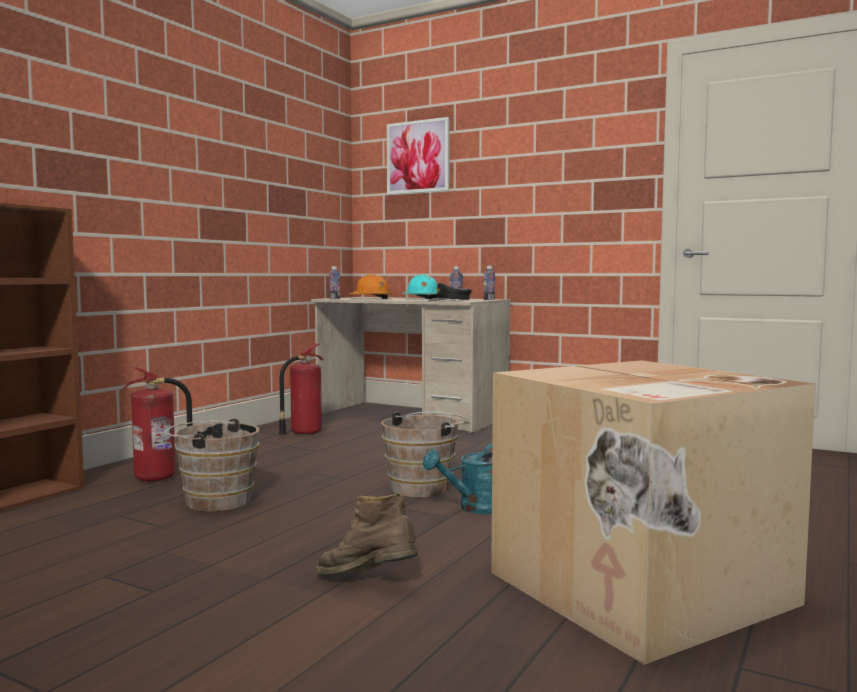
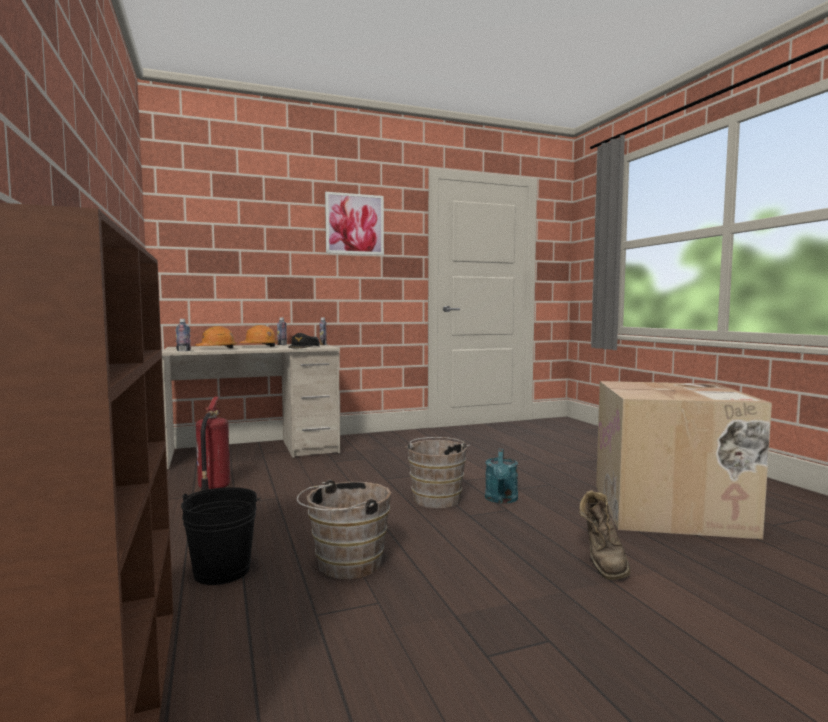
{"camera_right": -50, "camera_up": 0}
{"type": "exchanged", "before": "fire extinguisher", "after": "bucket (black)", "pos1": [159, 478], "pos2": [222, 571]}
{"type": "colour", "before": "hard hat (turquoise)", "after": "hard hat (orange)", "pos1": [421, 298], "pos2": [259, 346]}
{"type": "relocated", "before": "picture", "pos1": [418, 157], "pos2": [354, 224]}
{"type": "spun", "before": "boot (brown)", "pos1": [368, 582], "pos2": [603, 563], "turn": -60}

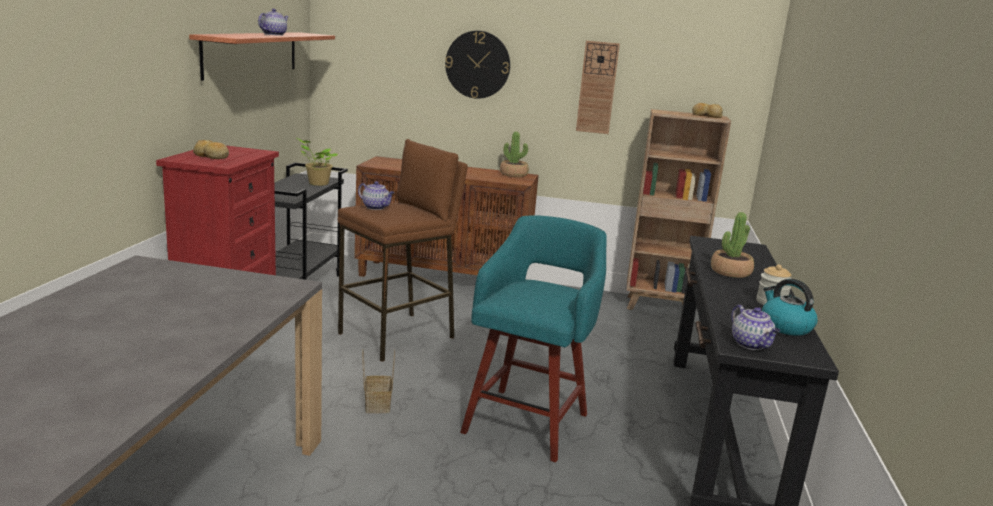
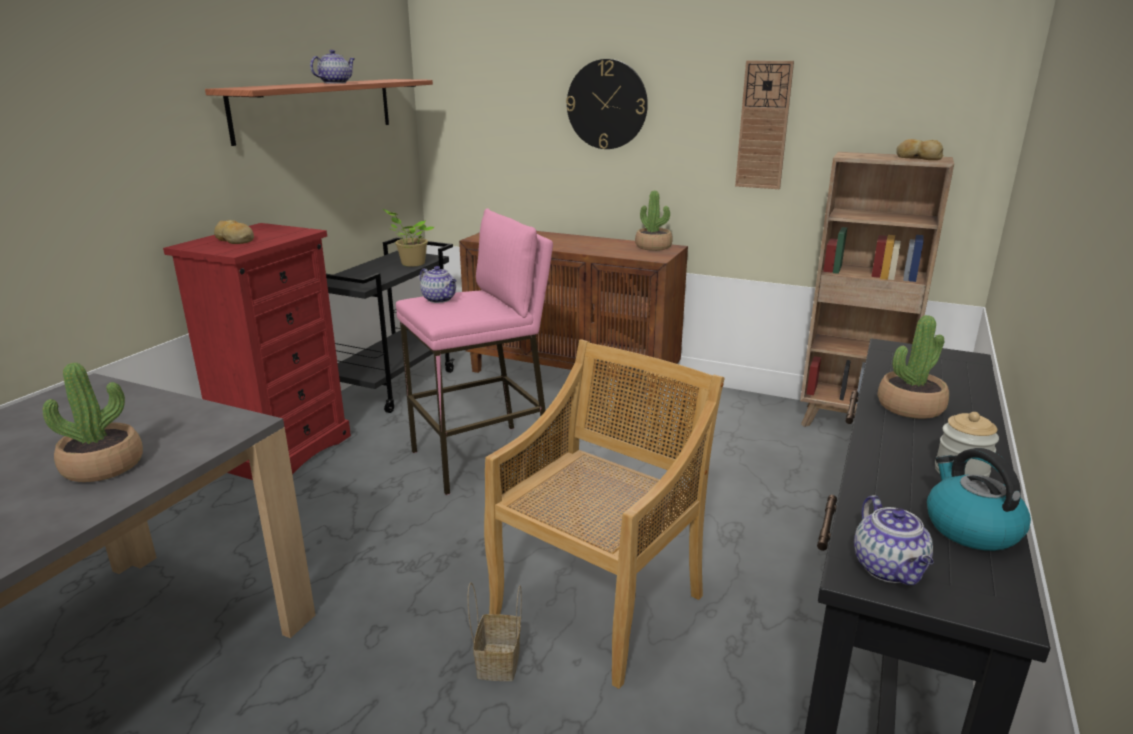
{"camera_right": 15, "camera_up": 5}
{"type": "appeared", "after": "potted plant", "pos2": [103, 466]}
{"type": "colour", "before": "stool (brown)", "after": "stool (pink)", "pos1": [398, 336], "pos2": [482, 458]}
{"type": "relocated", "before": "basket", "pos1": [377, 404], "pos2": [498, 660]}
{"type": "exchanged", "before": "stool (turquoise)", "after": "chair (beige)", "pos1": [528, 421], "pos2": [599, 603]}

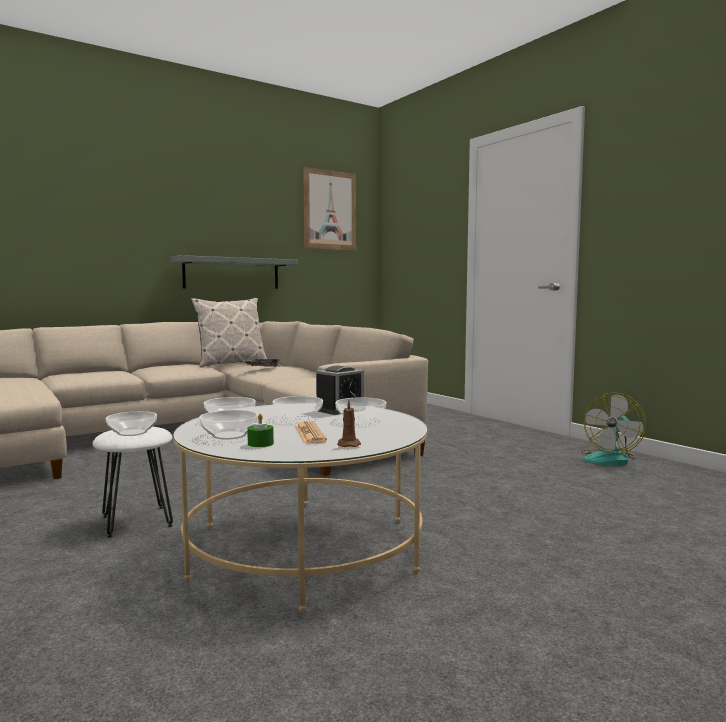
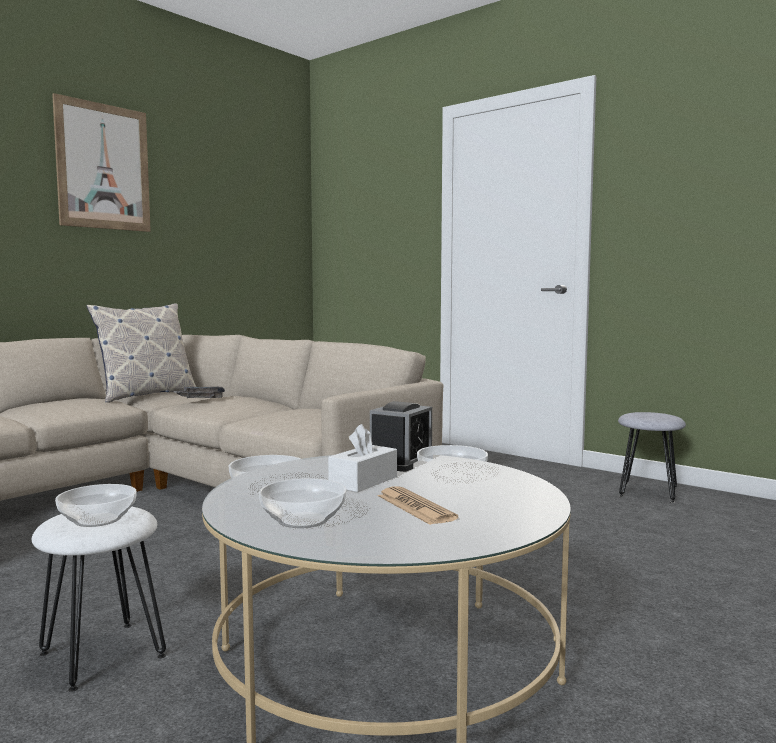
{"camera_right": -15, "camera_up": 0}
{"type": "relocated", "before": "picture", "pos1": [330, 210], "pos2": [103, 167]}
{"type": "exchanged", "before": "bowl", "after": "tissue box (white)", "pos1": [297, 418], "pos2": [363, 481]}
{"type": "exchanged", "before": "fan", "after": "stool (grey)", "pos1": [610, 459], "pos2": [648, 492]}
{"type": "missing", "before": "shelf (grey)", "pos1": [232, 273]}
{"type": "missing", "before": "candle (green)", "pos1": [260, 443]}
{"type": "missing", "before": "candle (brown)", "pos1": [348, 444]}

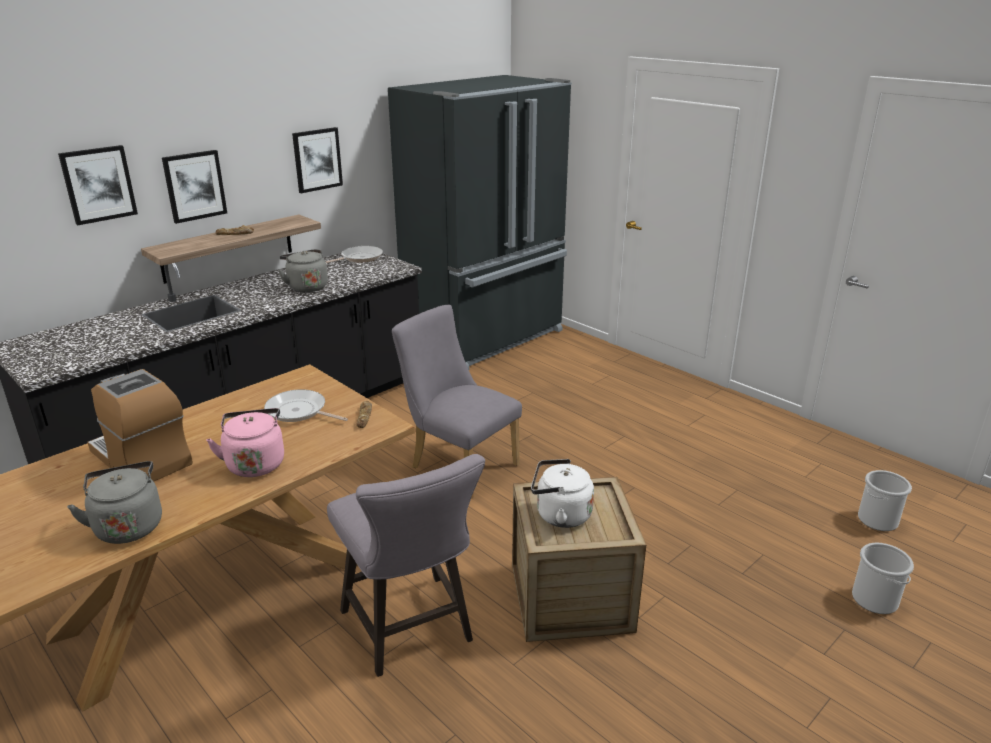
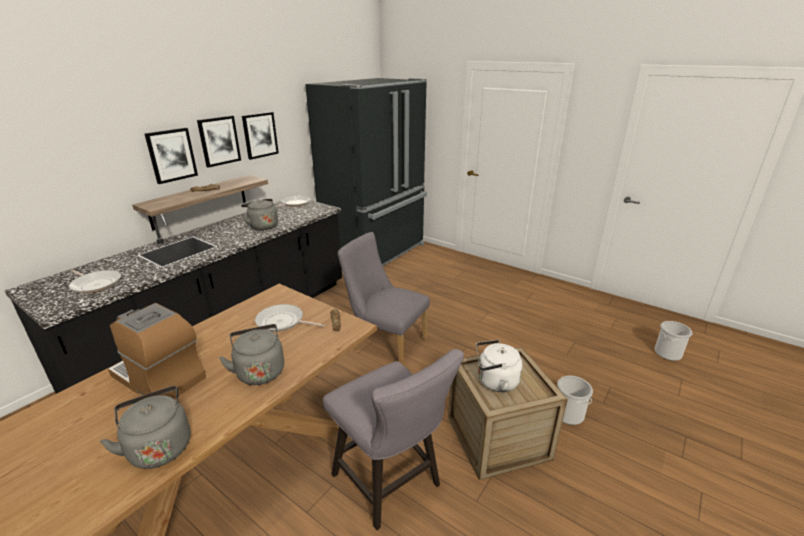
{"camera_right": -10, "camera_up": 0}
{"type": "appeared", "after": "frying pan", "pos2": [95, 284]}
{"type": "relocated", "before": "picture", "pos1": [98, 184], "pos2": [219, 141]}
{"type": "colour", "before": "kettle (pink)", "after": "kettle (grey)", "pos1": [255, 463], "pos2": [260, 371]}
{"type": "relocated", "before": "bucket", "pos1": [874, 599], "pos2": [568, 414]}

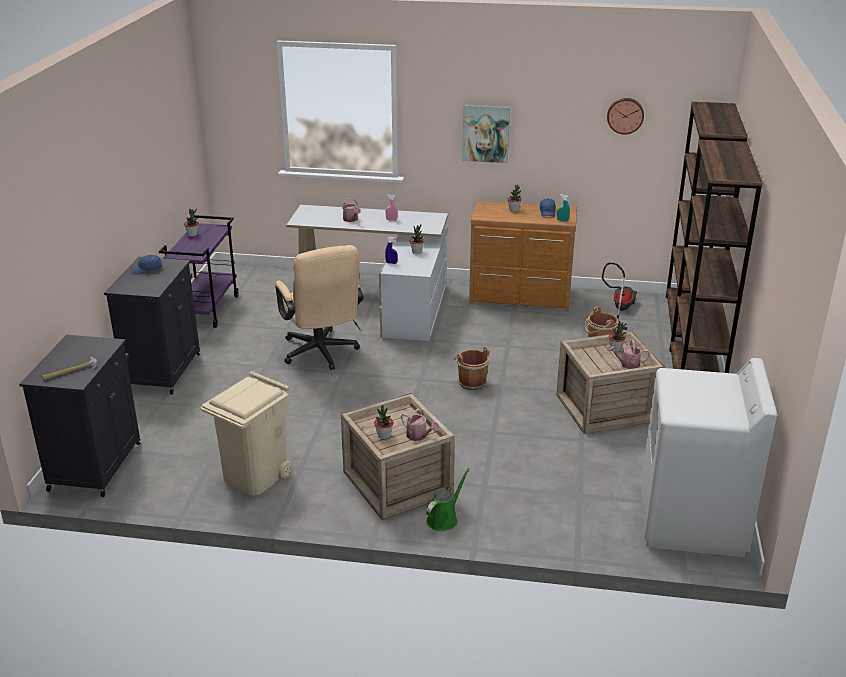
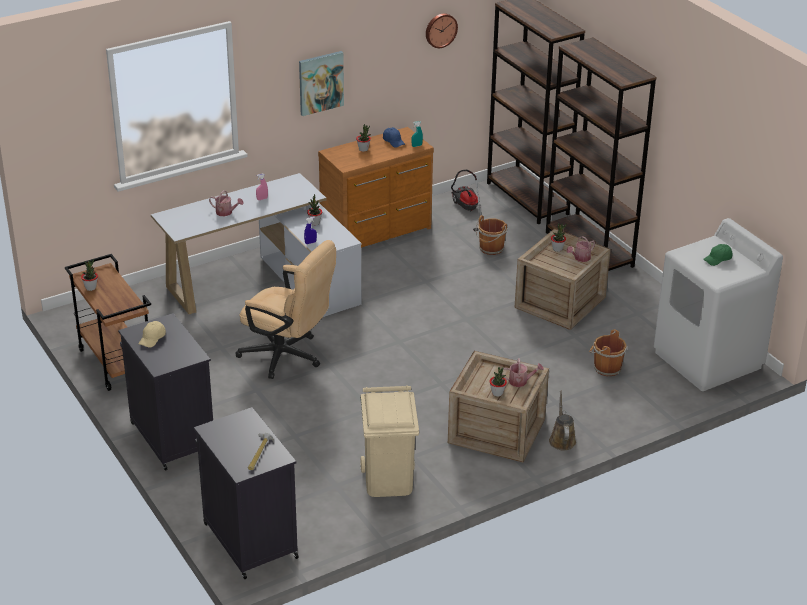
{"camera_right": -40, "camera_up": 5}
{"type": "colour", "before": "cart (purple)", "after": "cart (brown)", "pos1": [206, 309], "pos2": [115, 362]}
{"type": "colour", "before": "cap (blue)", "after": "cap (beige)", "pos1": [147, 270], "pos2": [152, 339]}
{"type": "colour", "before": "watering can (green)", "after": "watering can (brown)", "pos1": [444, 519], "pos2": [562, 439]}
{"type": "relocated", "before": "bucket (brown)", "pos1": [471, 382], "pos2": [606, 368]}
{"type": "appeared", "after": "cap (green)", "pos2": [718, 259]}

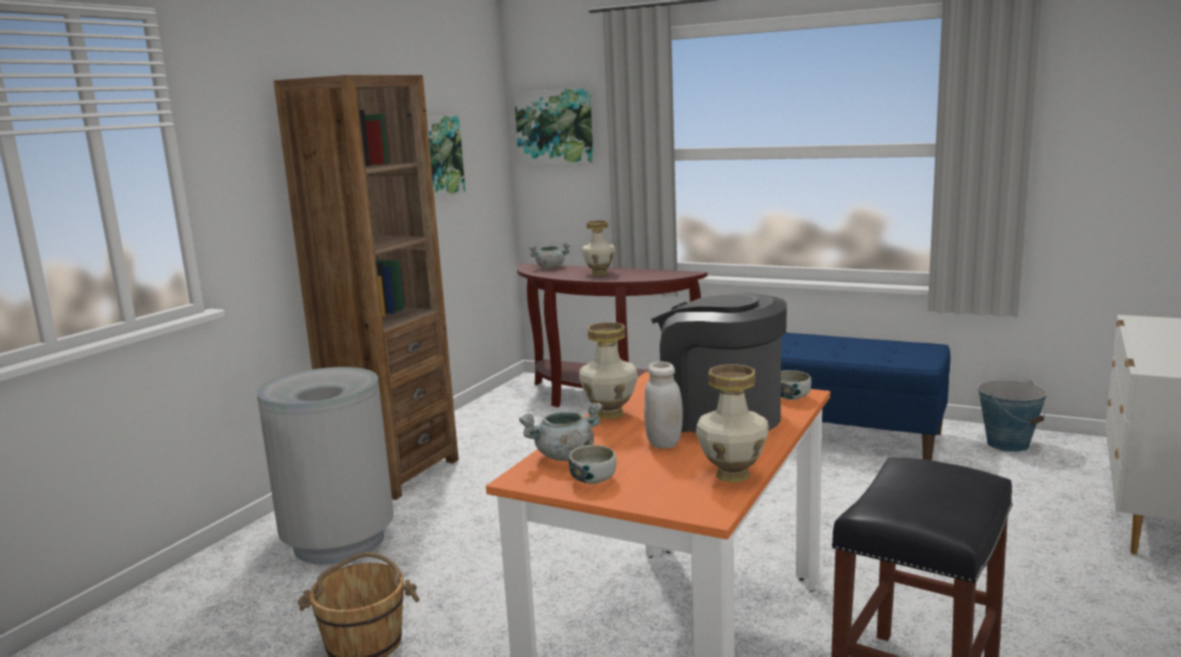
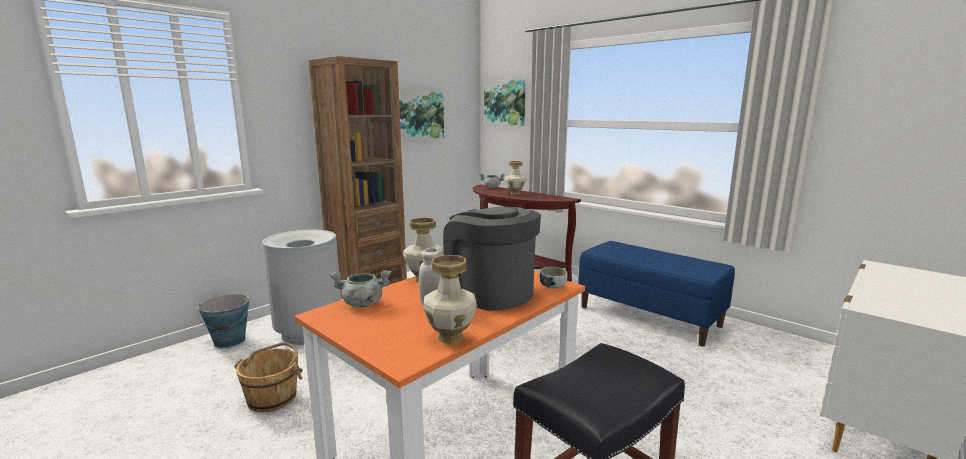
{"camera_right": 15, "camera_up": 0}
{"type": "relocated", "before": "bucket", "pos1": [1008, 444], "pos2": [230, 341]}
{"type": "missing", "before": "bowl", "pos1": [593, 479]}

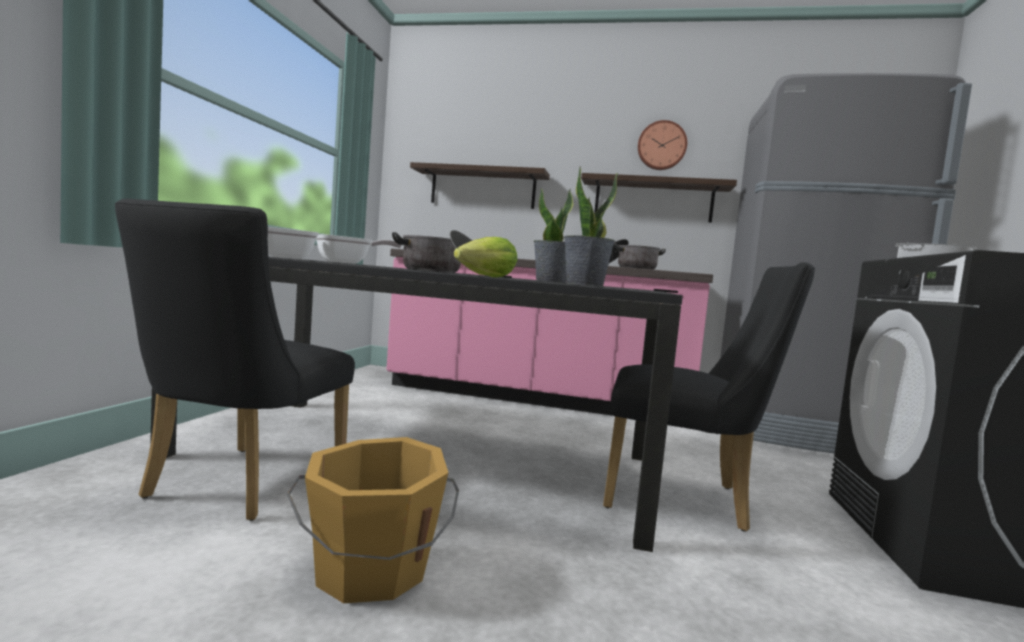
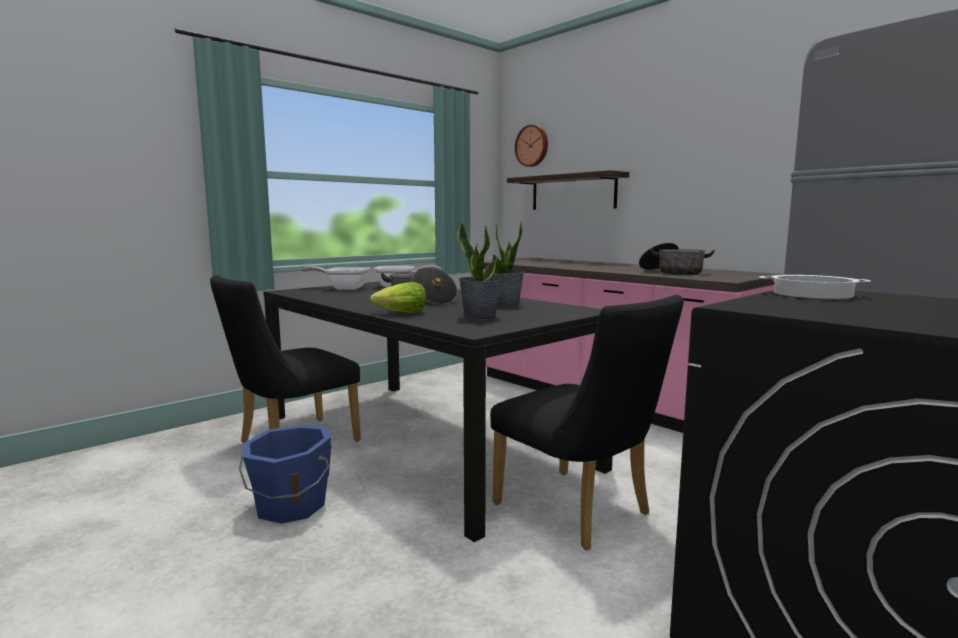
{"camera_right": 35, "camera_up": 5}
{"type": "colour", "before": "bucket (orange)", "after": "bucket (blue)", "pos1": [371, 572], "pos2": [290, 506]}
{"type": "relocated", "before": "wall clock", "pos1": [662, 146], "pos2": [532, 146]}
{"type": "missing", "before": "shelf", "pos1": [653, 200]}

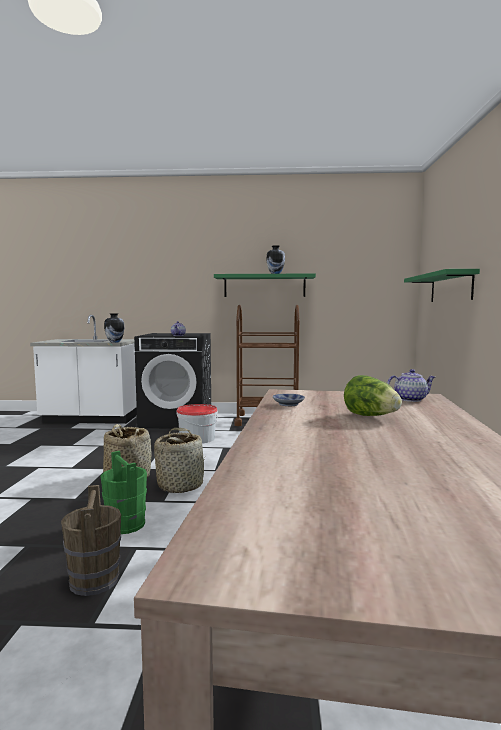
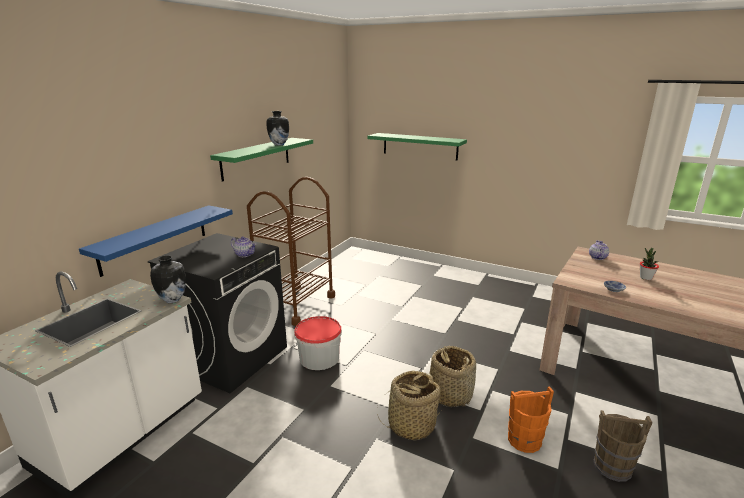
{"camera_right": -65, "camera_up": 15}
{"type": "appeared", "after": "shelf (blue)", "pos2": [155, 239]}
{"type": "colour", "before": "bucket (green)", "after": "bucket (orange)", "pos1": [125, 525], "pos2": [524, 440]}
{"type": "exchanged", "before": "lettuce", "after": "potted plant", "pos1": [371, 416], "pos2": [645, 278]}

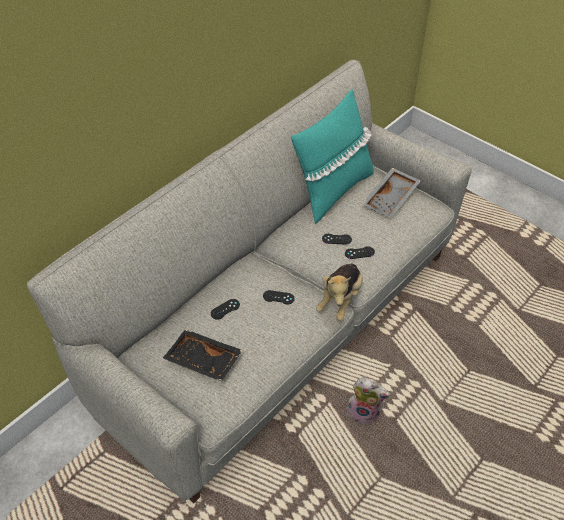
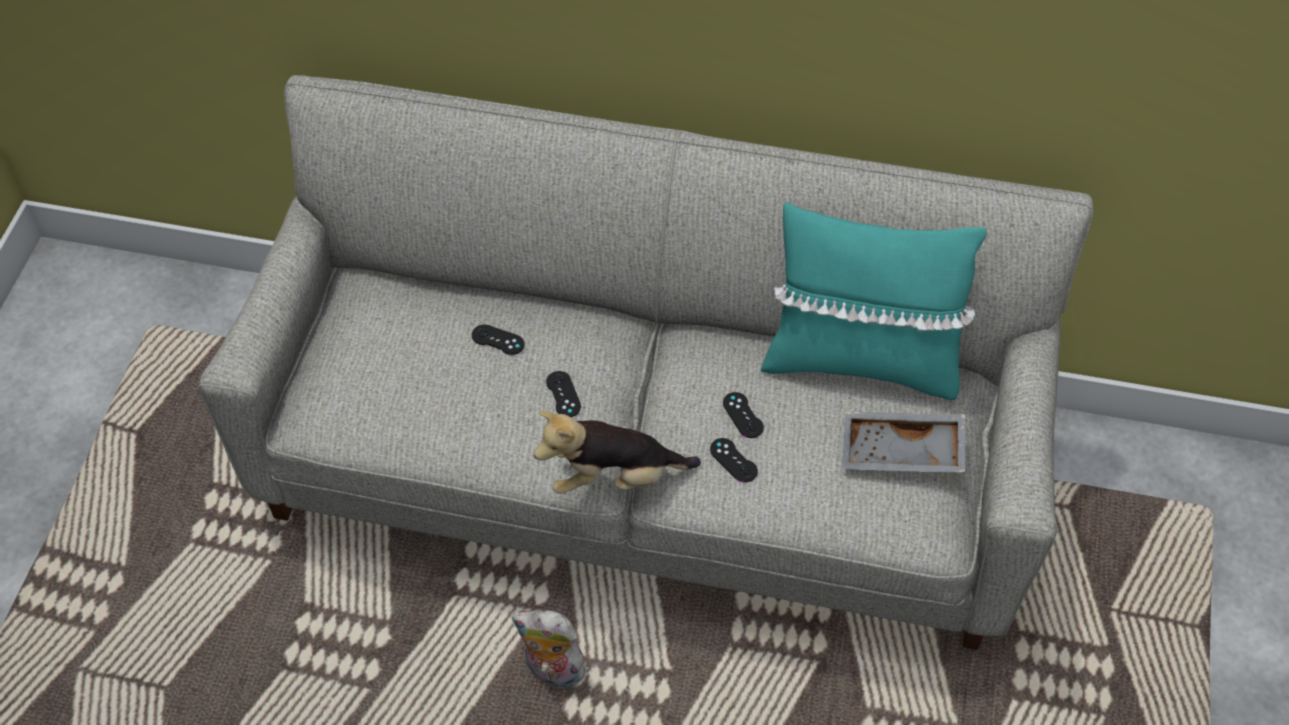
{"camera_right": 60, "camera_up": 5}
{"type": "spun", "before": "plush toy", "pos1": [364, 413], "pos2": [552, 671], "turn": 120}
{"type": "missing", "before": "tray (black)", "pos1": [202, 361]}

